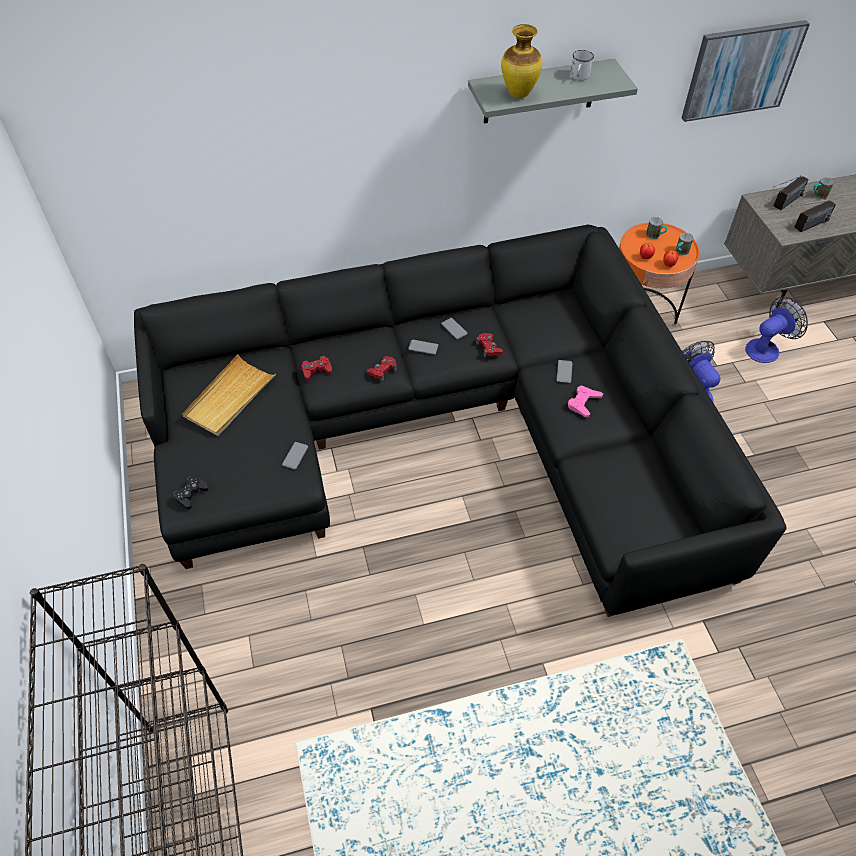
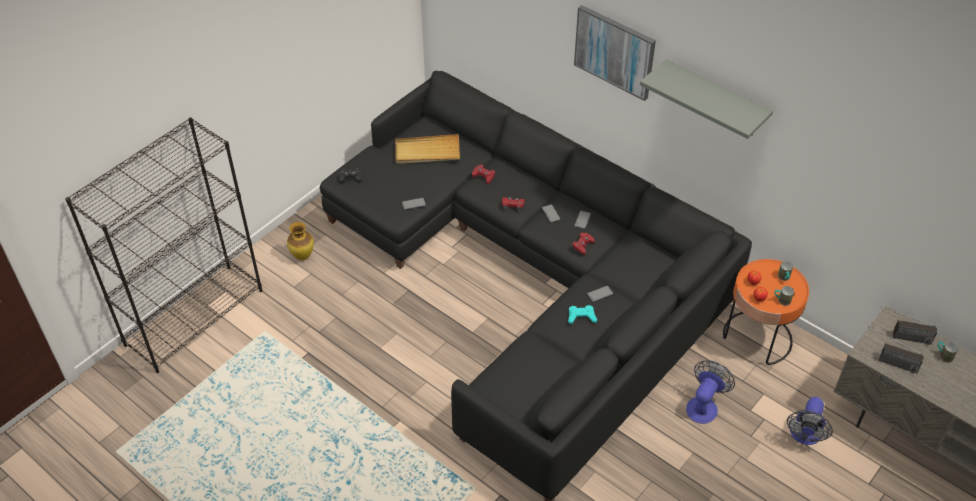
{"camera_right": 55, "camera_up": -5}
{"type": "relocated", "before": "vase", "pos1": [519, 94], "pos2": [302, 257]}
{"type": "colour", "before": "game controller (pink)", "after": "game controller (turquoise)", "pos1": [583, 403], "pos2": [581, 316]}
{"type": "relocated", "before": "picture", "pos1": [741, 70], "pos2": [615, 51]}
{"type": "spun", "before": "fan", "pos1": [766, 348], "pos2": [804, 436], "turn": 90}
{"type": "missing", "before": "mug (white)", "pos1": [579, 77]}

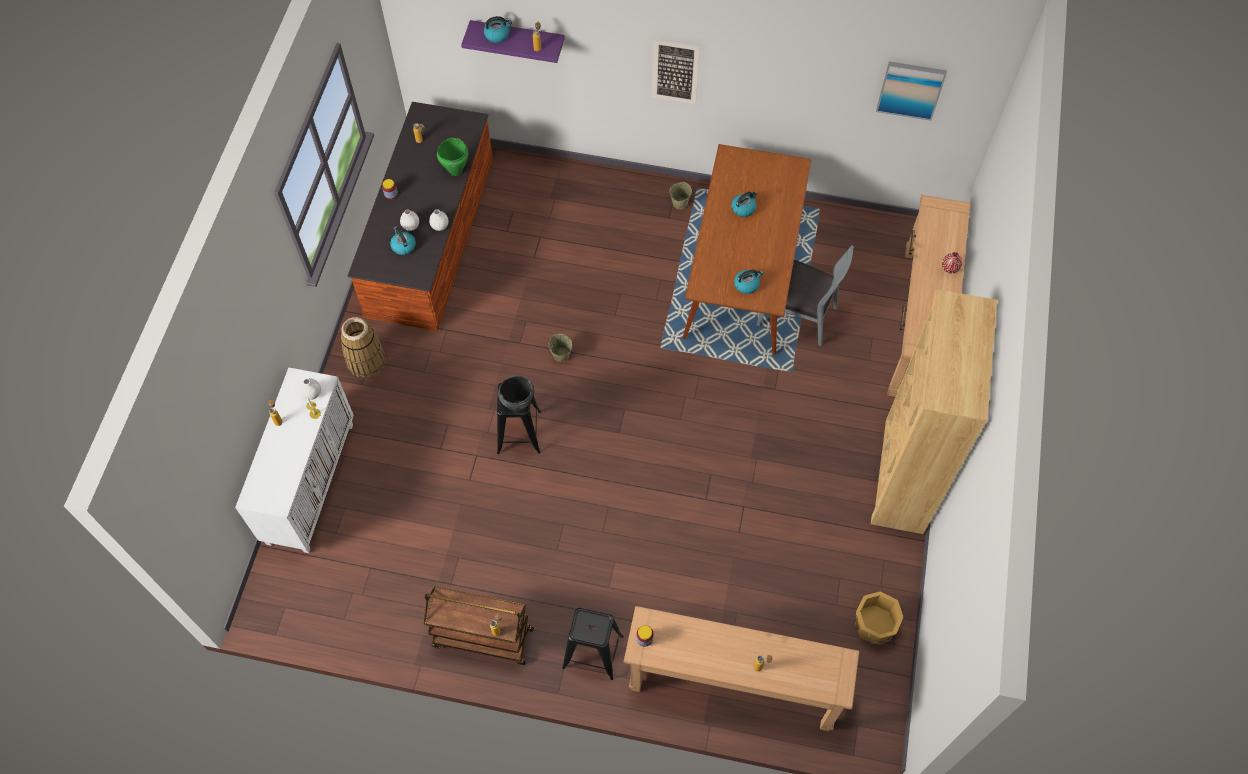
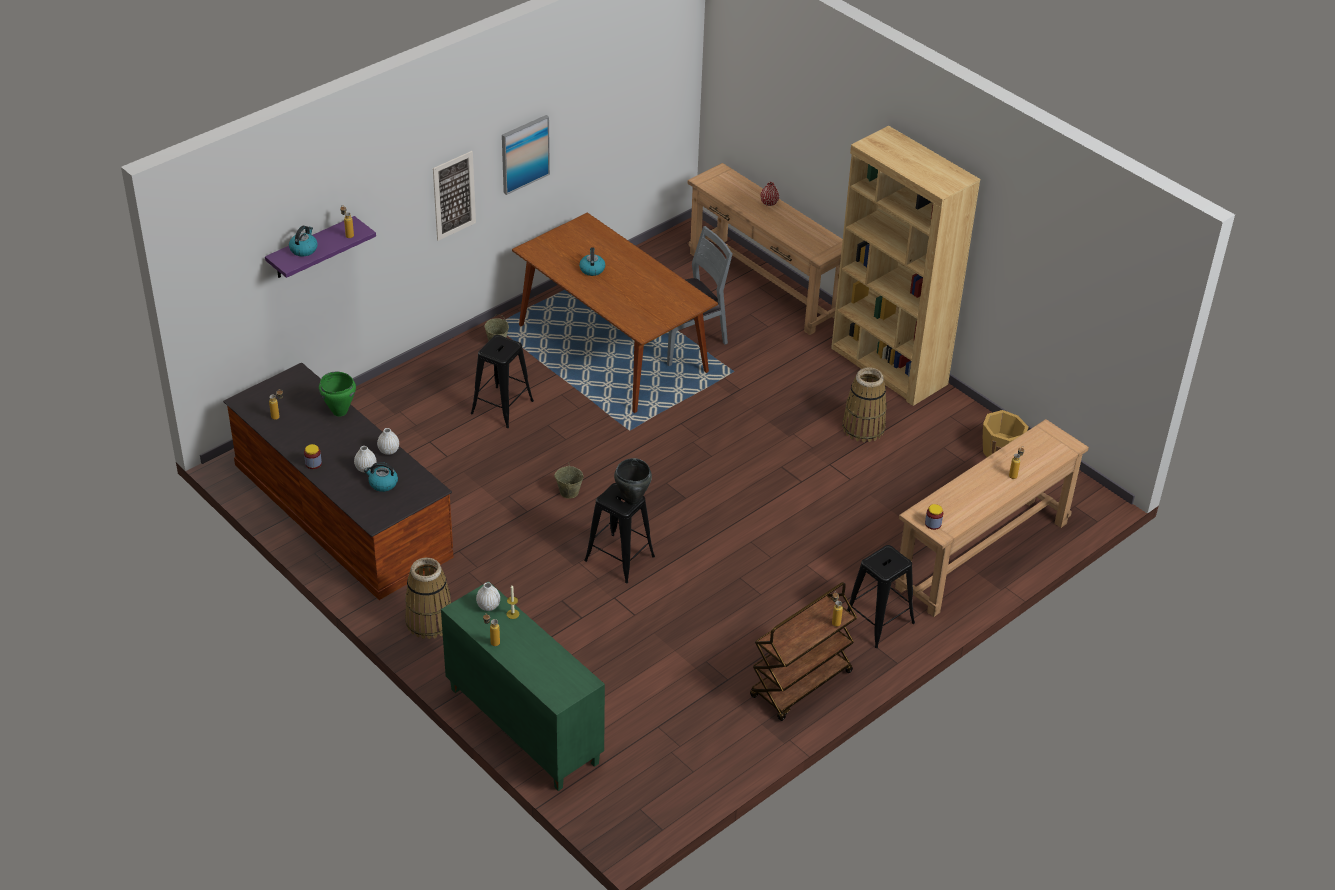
{"camera_right": -55, "camera_up": -20}
{"type": "colour", "before": "cabinet (white)", "after": "cabinet (green)", "pos1": [310, 482], "pos2": [522, 726]}
{"type": "appeared", "after": "stool (black)", "pos2": [502, 407]}
{"type": "relocated", "before": "picture", "pos1": [910, 89], "pos2": [524, 154]}
{"type": "appeared", "after": "basket", "pos2": [863, 428]}
{"type": "missing", "before": "kettle", "pos1": [747, 284]}

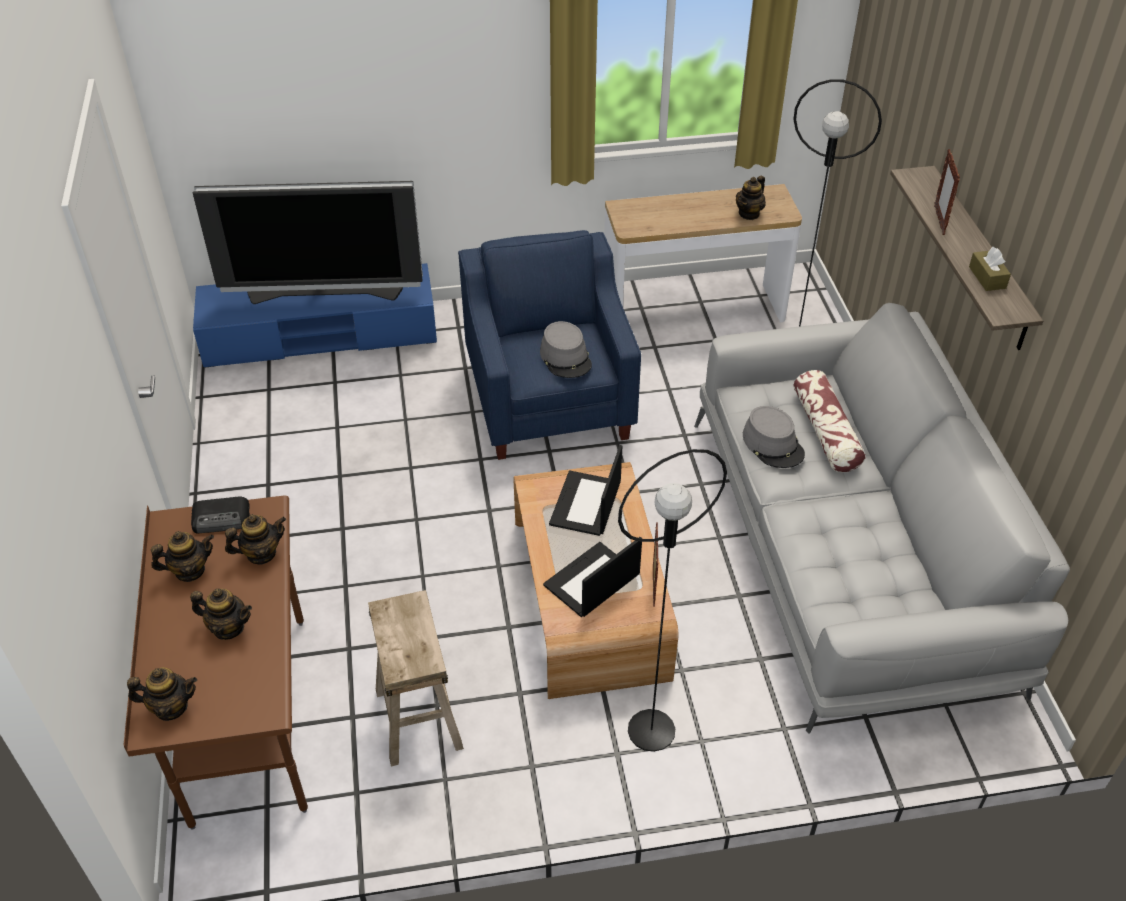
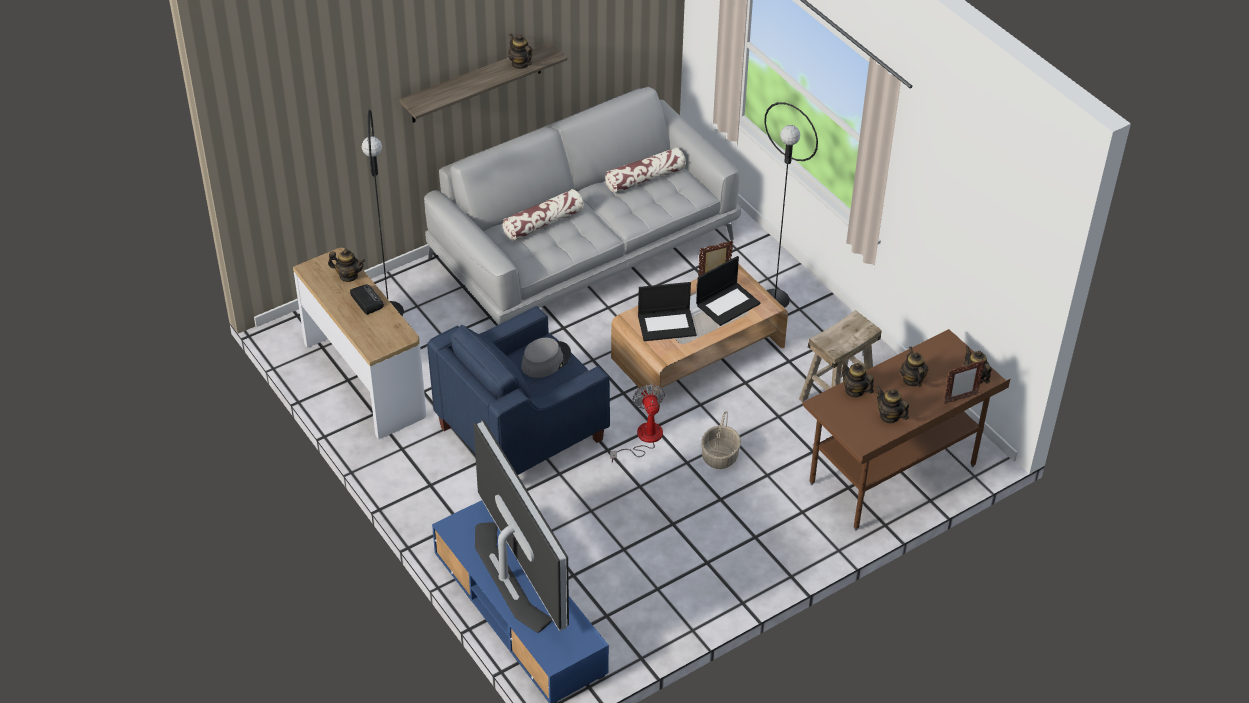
{"camera_right": -115, "camera_up": 0}
{"type": "relocated", "before": "radio", "pos1": [222, 518], "pos2": [366, 301]}
{"type": "exchanged", "before": "tissue box (brown)", "after": "teapot", "pos1": [987, 277], "pos2": [520, 64]}
{"type": "appeared", "after": "pillow", "pos2": [645, 178]}
{"type": "appeared", "after": "fan", "pos2": [643, 439]}
{"type": "spun", "before": "laptop", "pos1": [591, 581], "pos2": [728, 303], "turn": -60}
{"type": "appeared", "after": "basket", "pos2": [719, 456]}
{"type": "relocated", "before": "picture frame", "pos1": [939, 220], "pos2": [960, 399]}
{"type": "missing", "before": "hat (grey)", "pos1": [773, 444]}

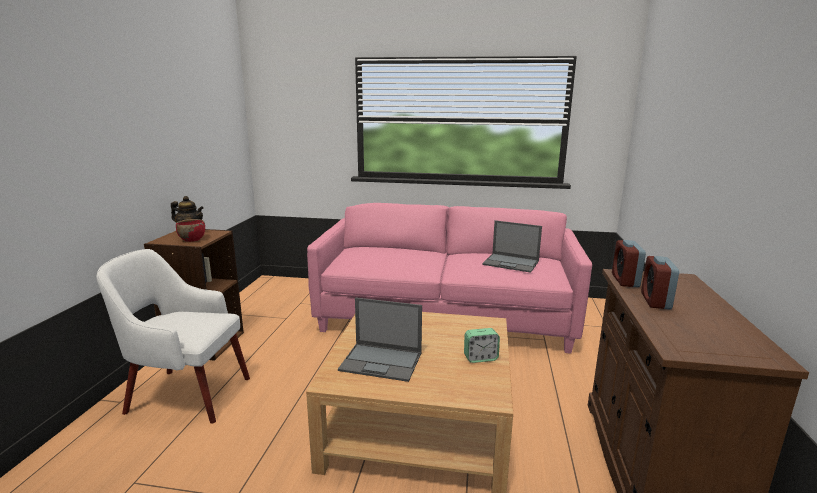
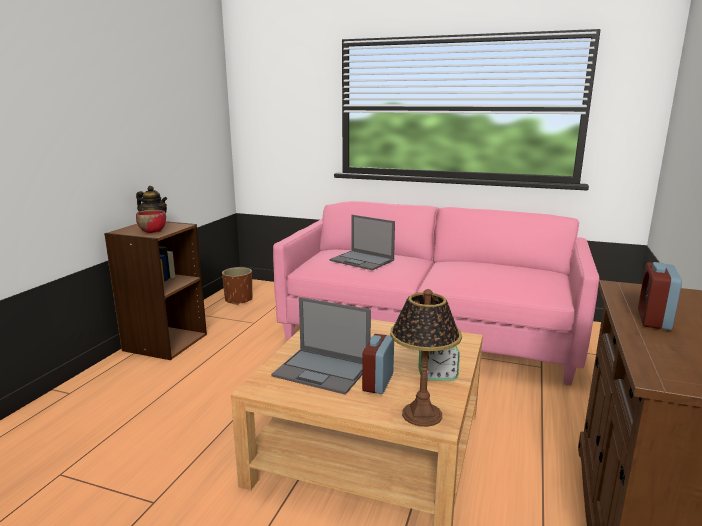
{"camera_right": 10, "camera_up": 0}
{"type": "appeared", "after": "planter (brown)", "pos2": [238, 300]}
{"type": "relocated", "before": "laptop", "pos1": [511, 263], "pos2": [362, 260]}
{"type": "relocated", "before": "alarm clock", "pos1": [625, 280], "pos2": [378, 382]}
{"type": "appeared", "after": "table lamp", "pos2": [421, 414]}
{"type": "missing", "before": "armchair (white)", "pos1": [186, 394]}

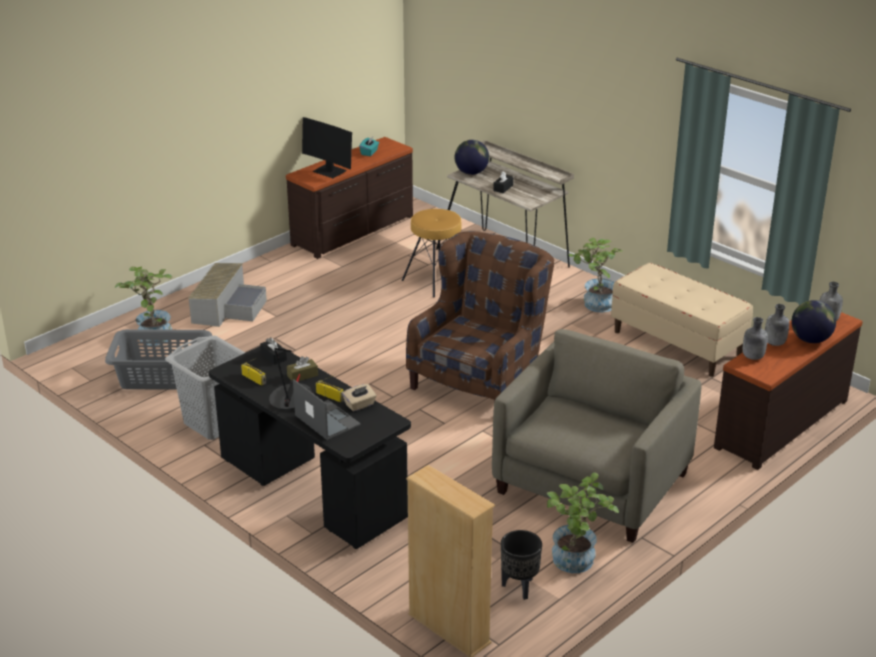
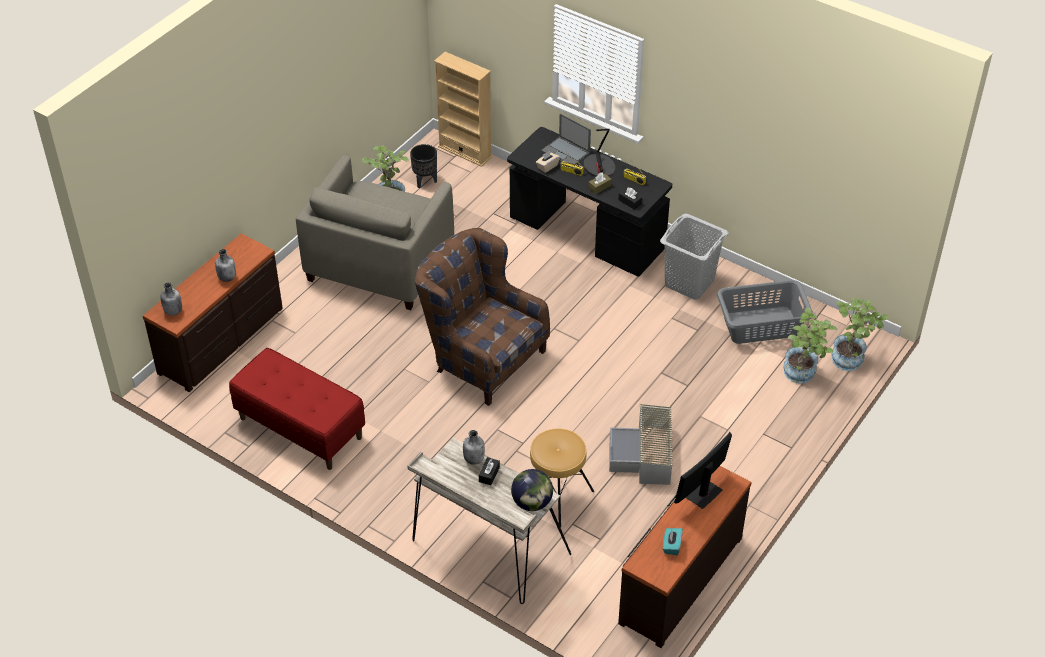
{"camera_right": 170, "camera_up": 15}
{"type": "colour", "before": "bench (beige)", "after": "bench (red)", "pos1": [677, 344], "pos2": [300, 428]}
{"type": "spun", "before": "armchair (brown)", "pos1": [481, 380], "pos2": [481, 357], "turn": 105}
{"type": "relocated", "before": "bottle (grey)", "pos1": [752, 357], "pos2": [474, 459]}
{"type": "relocated", "before": "storage box (grey)", "pos1": [227, 307], "pos2": [644, 455]}
{"type": "spun", "before": "monitor", "pos1": [329, 172], "pos2": [702, 494], "turn": -75}
{"type": "relocated", "before": "potted plant", "pos1": [594, 305], "pos2": [851, 358]}
{"type": "missing", "before": "globe", "pos1": [810, 339]}

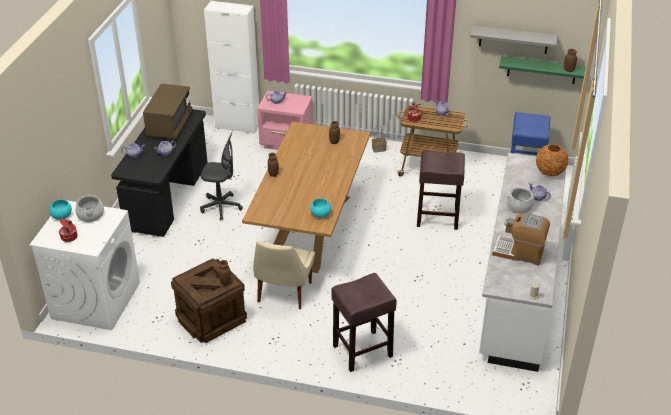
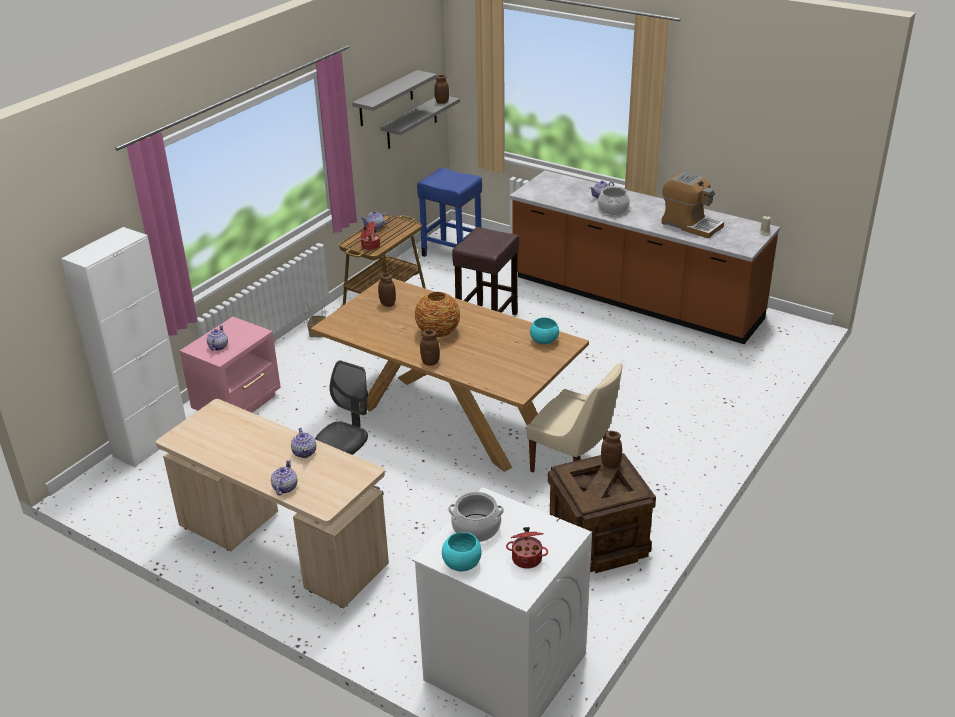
{"camera_right": -70, "camera_up": -5}
{"type": "colour", "before": "desk (black)", "after": "desk (beige)", "pos1": [167, 196], "pos2": [281, 547]}
{"type": "colour", "before": "shelf (green)", "after": "shelf (grey)", "pos1": [541, 70], "pos2": [412, 122]}
{"type": "relocated", "before": "vase", "pos1": [550, 172], "pos2": [438, 332]}
{"type": "colour", "before": "counter (white)", "after": "counter (brown)", "pos1": [517, 287], "pos2": [634, 300]}
{"type": "spun", "before": "coffee machine", "pos1": [519, 252], "pos2": [690, 225], "turn": -90}
{"type": "missing", "before": "microwave (brown)", "pos1": [169, 125]}
{"type": "missing", "before": "stool (brown)", "pos1": [361, 351]}

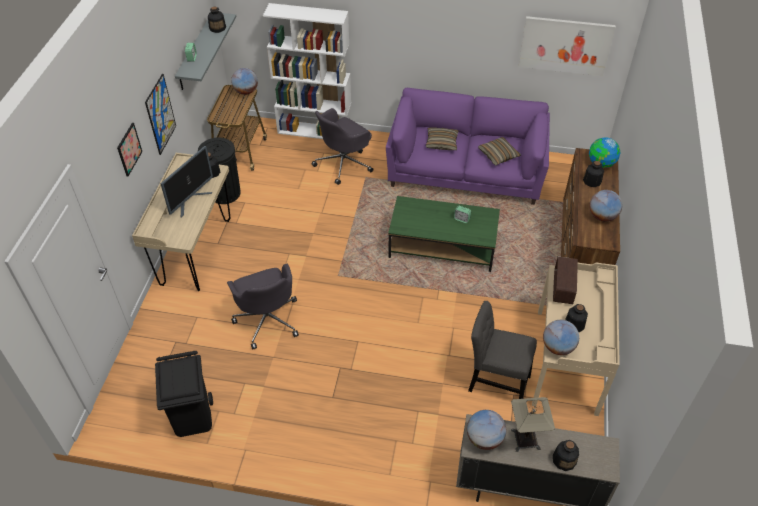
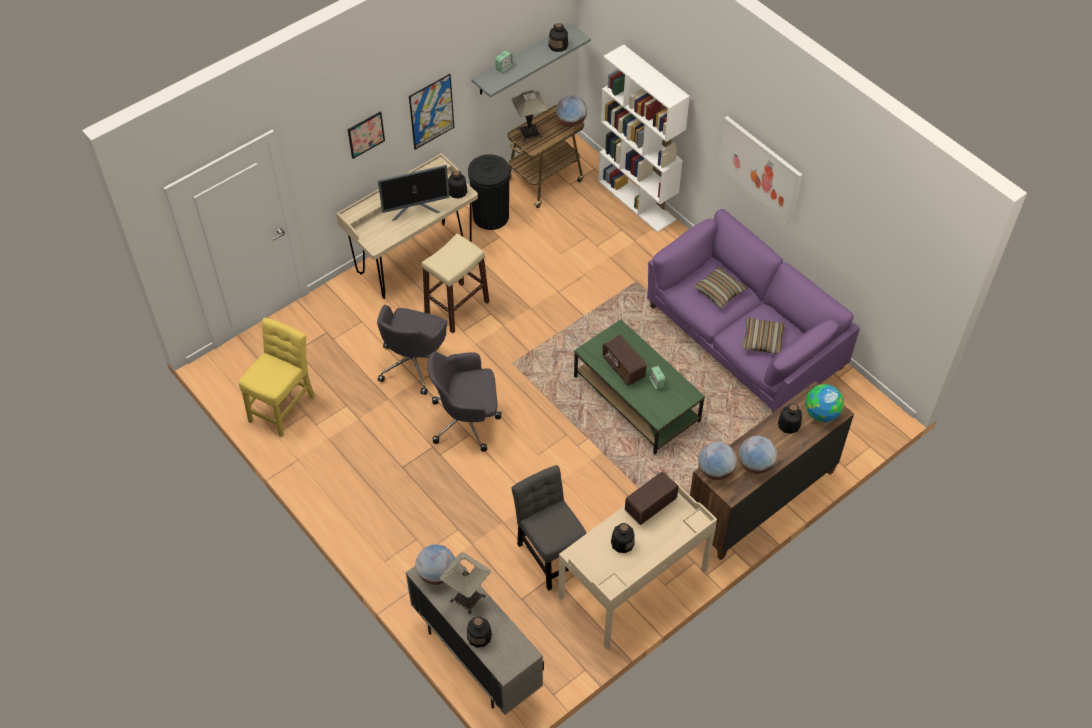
{"camera_right": 40, "camera_up": 5}
{"type": "exchanged", "before": "trash can (black)", "after": "chair (yellow)", "pos1": [193, 417], "pos2": [283, 405]}
{"type": "appeared", "after": "stool (beige)", "pos2": [457, 307]}
{"type": "relocated", "before": "office chair (grey)", "pos1": [344, 163], "pos2": [467, 420]}
{"type": "appeared", "after": "table lamp", "pos2": [529, 133]}
{"type": "appeared", "after": "radio", "pos2": [623, 367]}
{"type": "relocated", "before": "globe", "pos1": [557, 347], "pos2": [715, 470]}
{"type": "relocated", "before": "picture", "pos1": [565, 45], "pos2": [760, 169]}

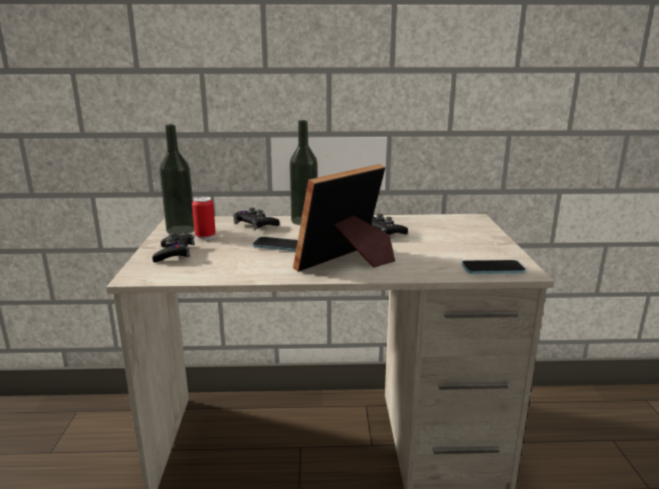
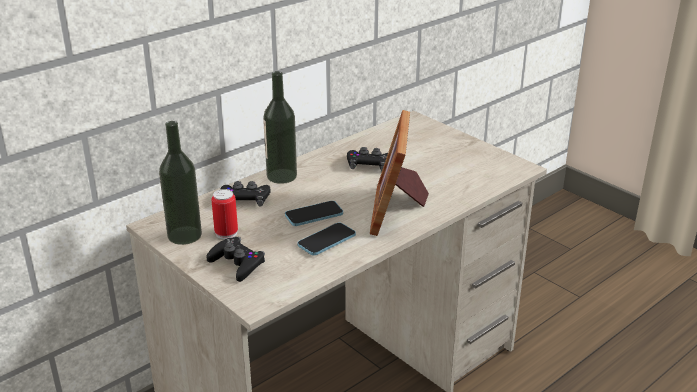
{"camera_right": -40, "camera_up": 10}
{"type": "relocated", "before": "phone", "pos1": [492, 269], "pos2": [326, 240]}

